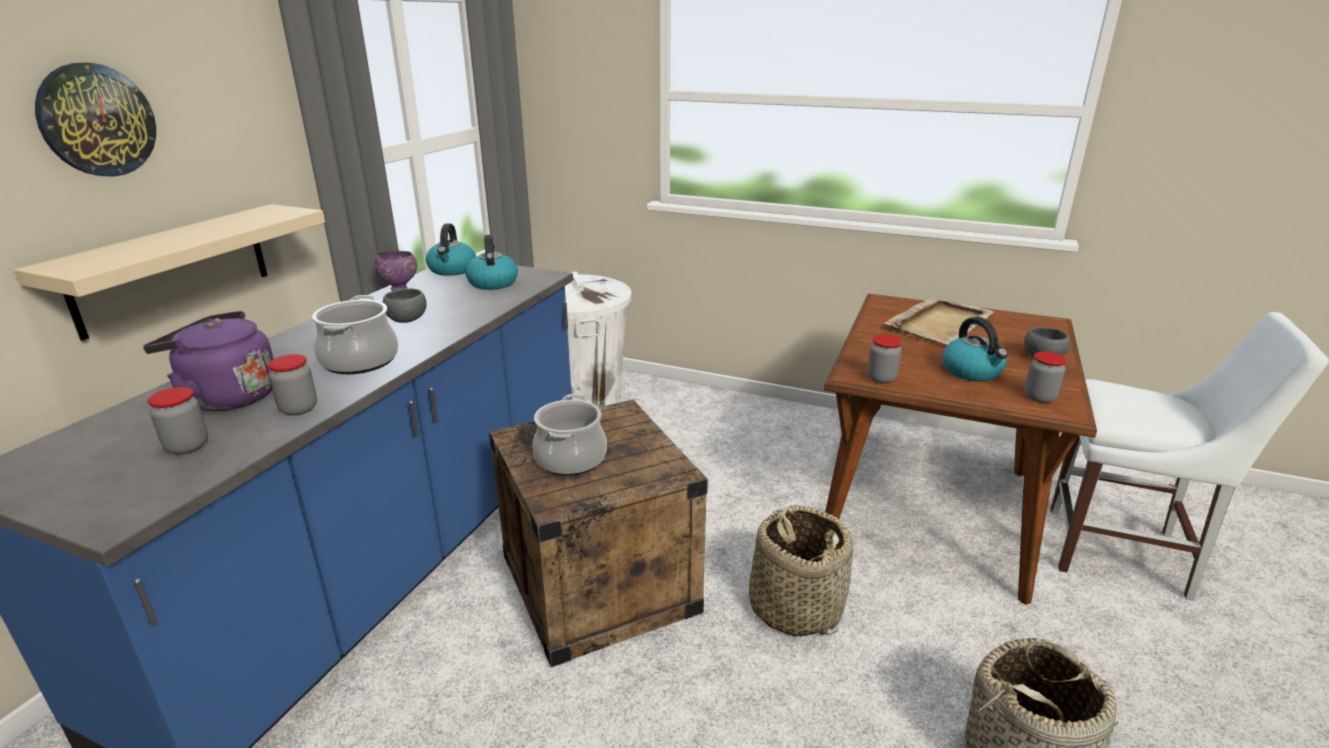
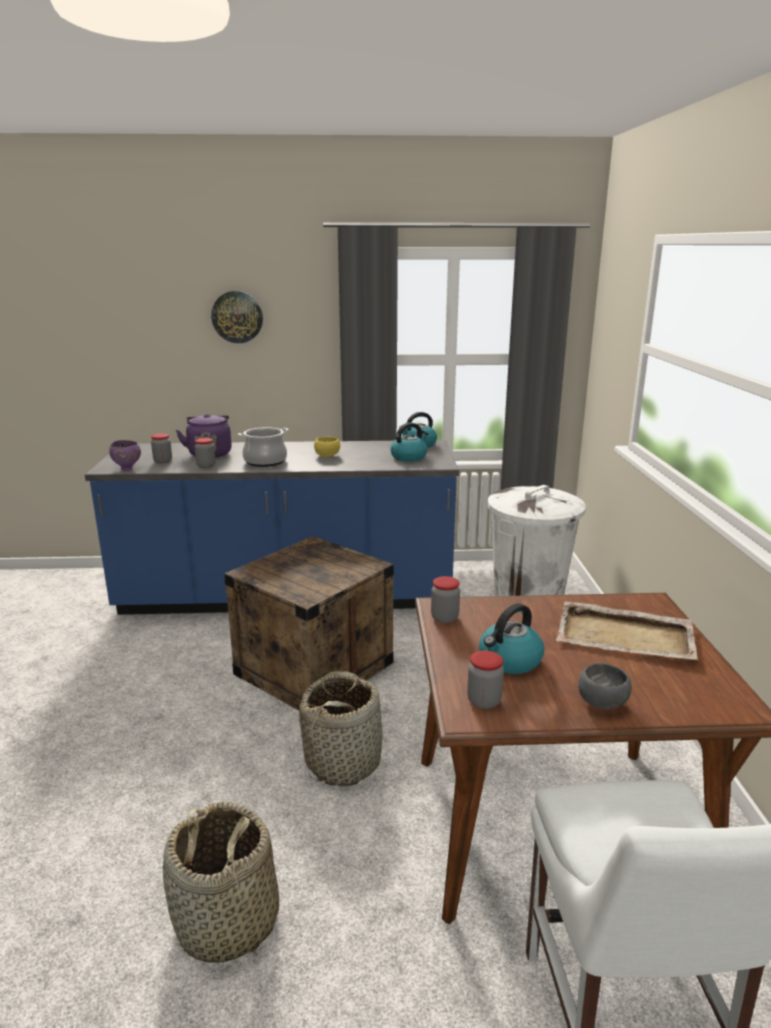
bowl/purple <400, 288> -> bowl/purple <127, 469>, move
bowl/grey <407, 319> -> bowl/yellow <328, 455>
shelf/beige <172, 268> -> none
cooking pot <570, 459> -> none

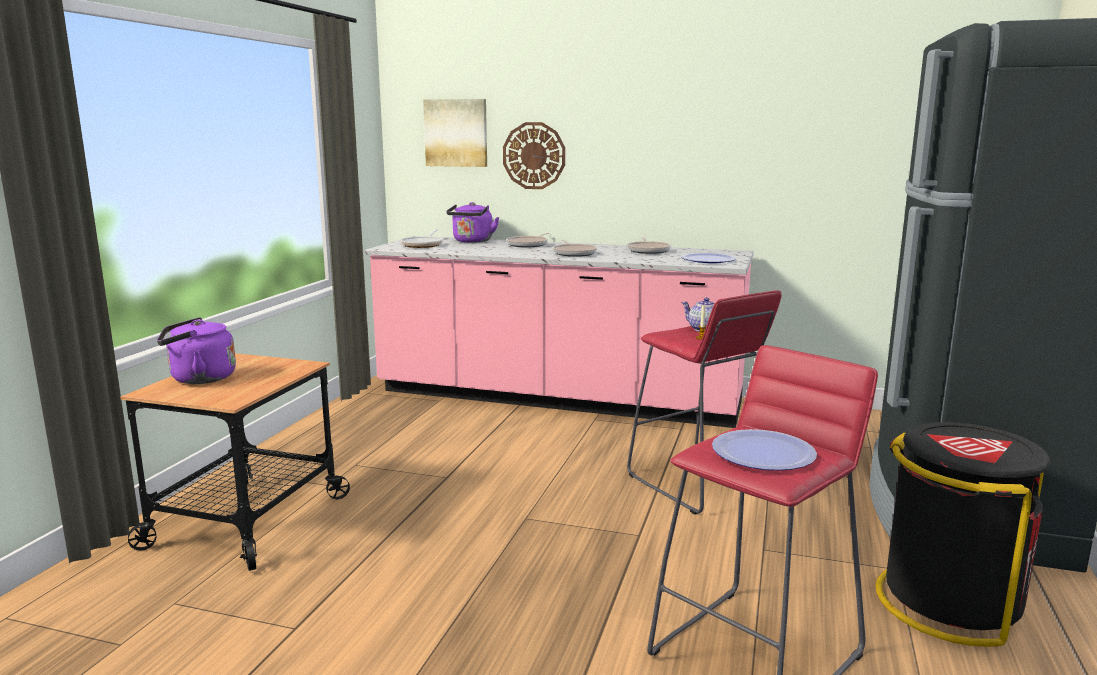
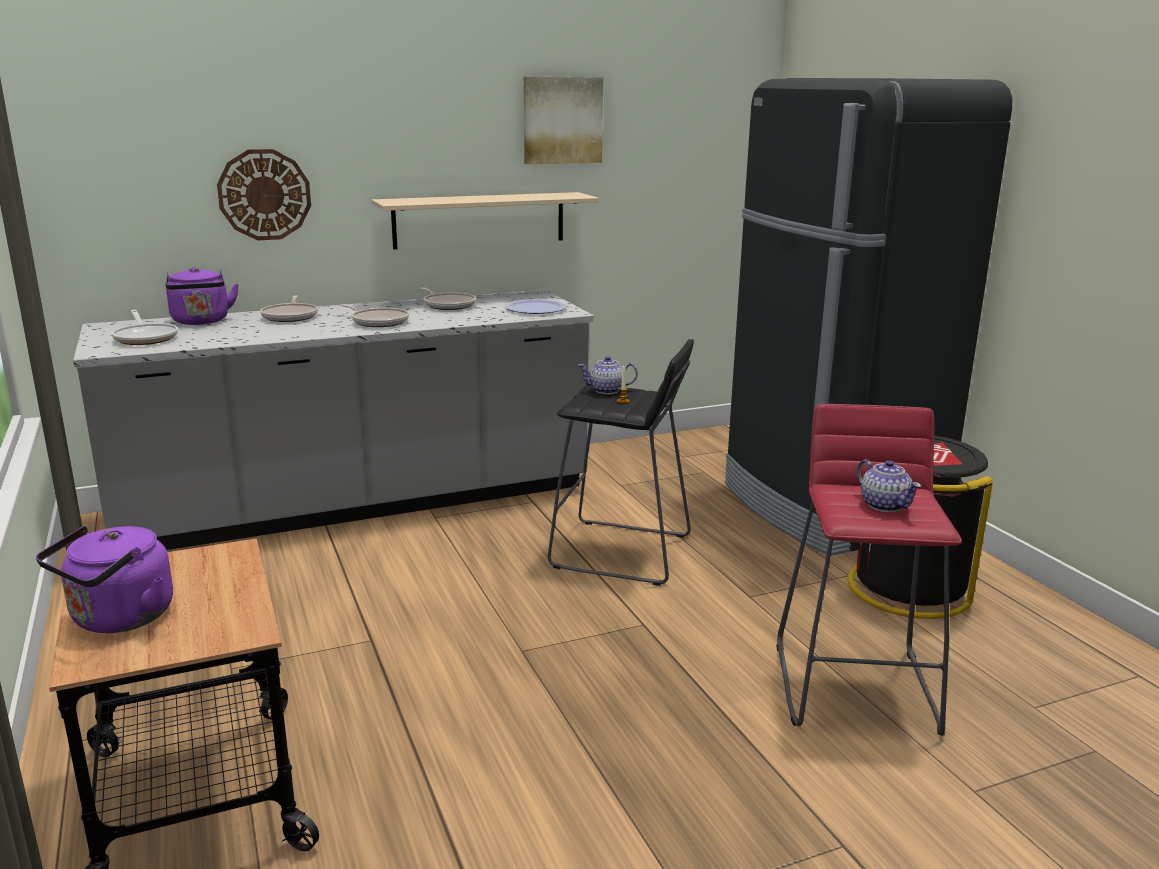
counter/pink <557, 398> -> counter/grey <359, 504>
none -> shelf/beige <479, 220>
picture <456, 133> -> picture <562, 120>, move
stool/red <699, 482> -> stool/black <622, 552>
plate <763, 453> -> teapot <884, 505>

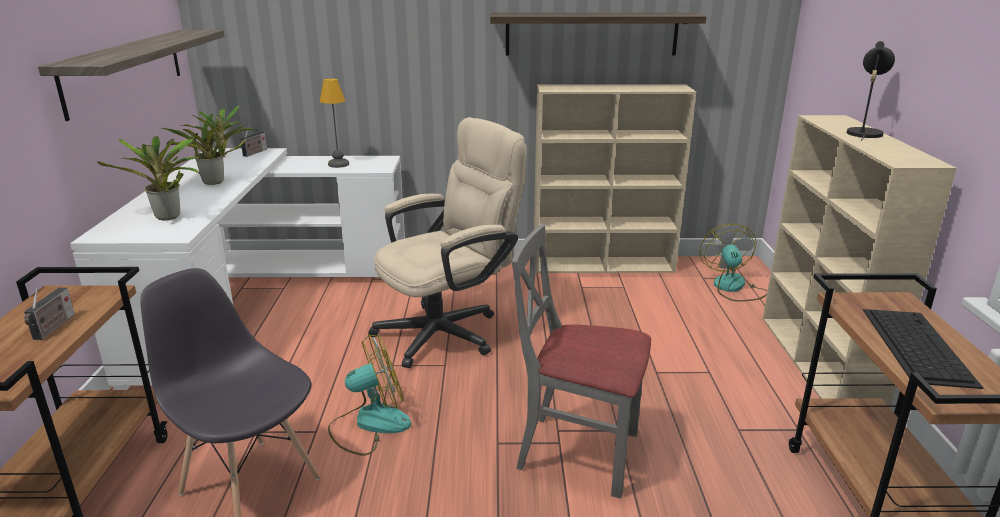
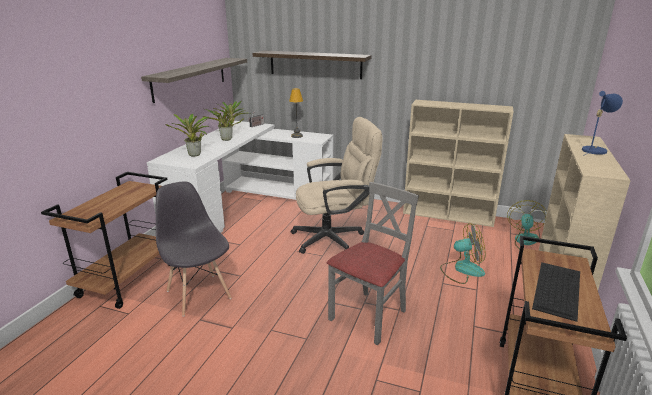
shelf <591, 34> -> shelf <315, 64>, move
chair/grey <578, 452> -> chair/grey <369, 316>, 90 degrees clockwise
fan <369, 424> -> fan <462, 270>, move
table lamp/black <863, 132> -> table lamp/blue <594, 150>
radio <53, 328> -> none

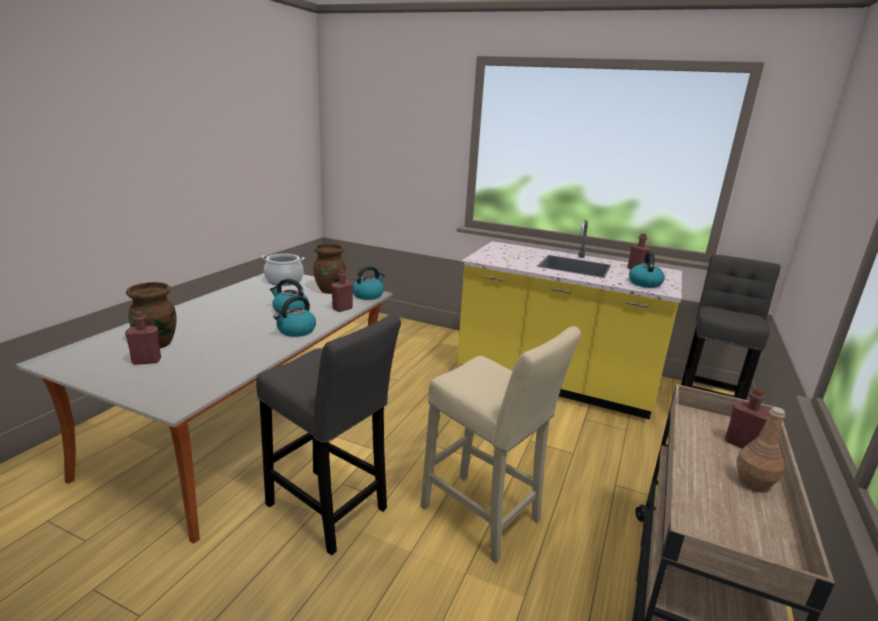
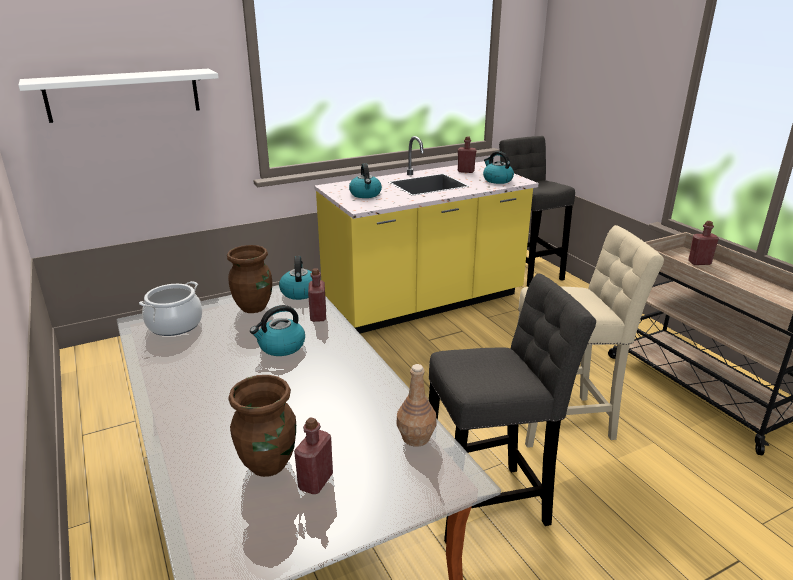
none -> shelf/white <123, 95>
kettle <296, 331> -> kettle <365, 194>, move
bottle/brown <754, 482> -> bottle/brown <416, 437>, move

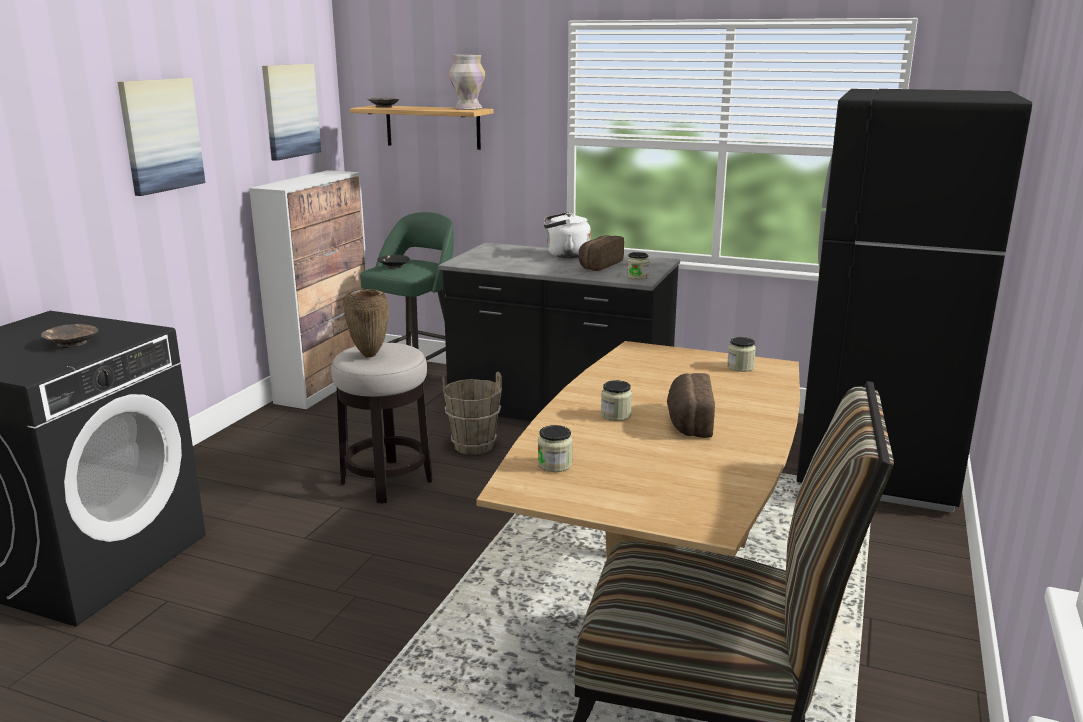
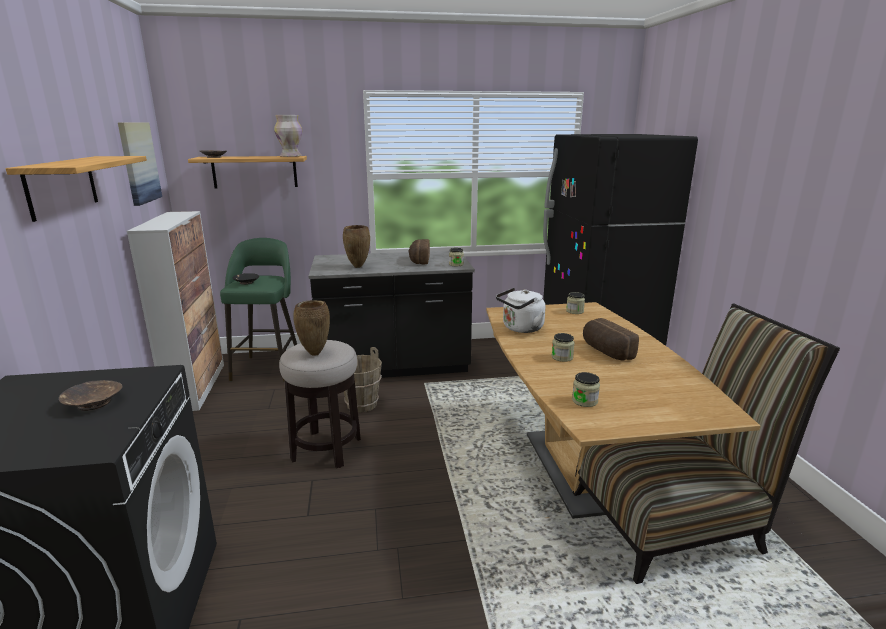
picture <161, 135> -> shelf <62, 186>
none -> vase/brown <357, 267>
kettle/white <565, 255> -> kettle/white <521, 328>, move

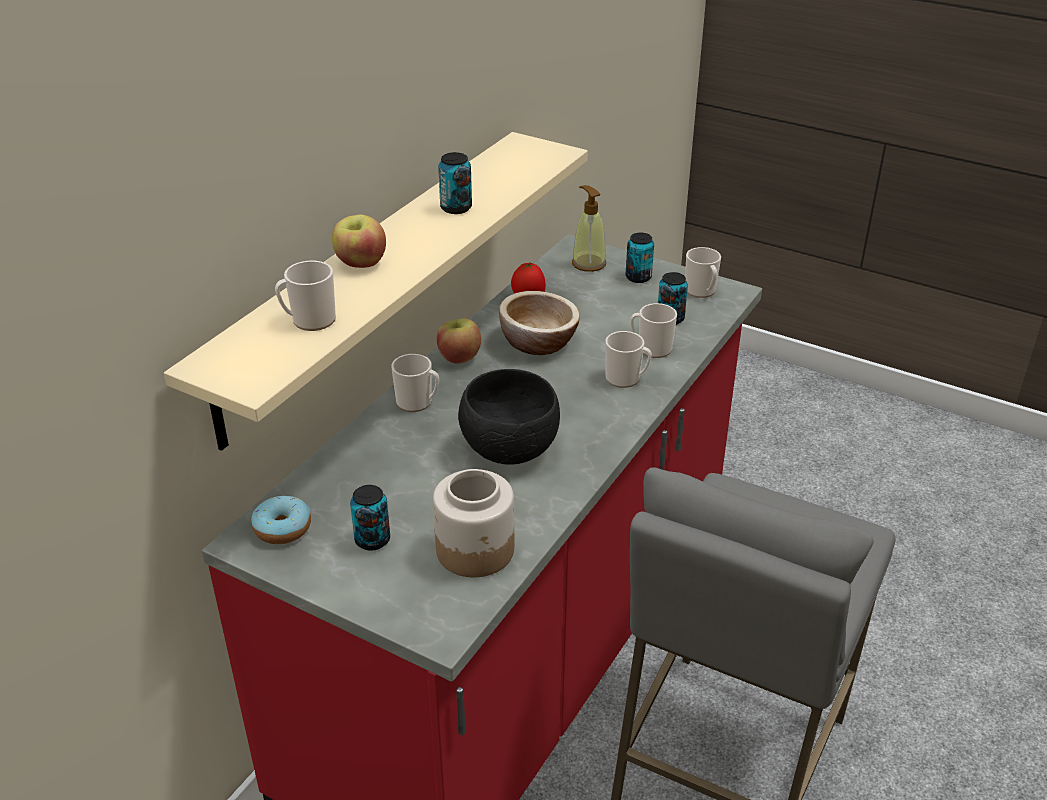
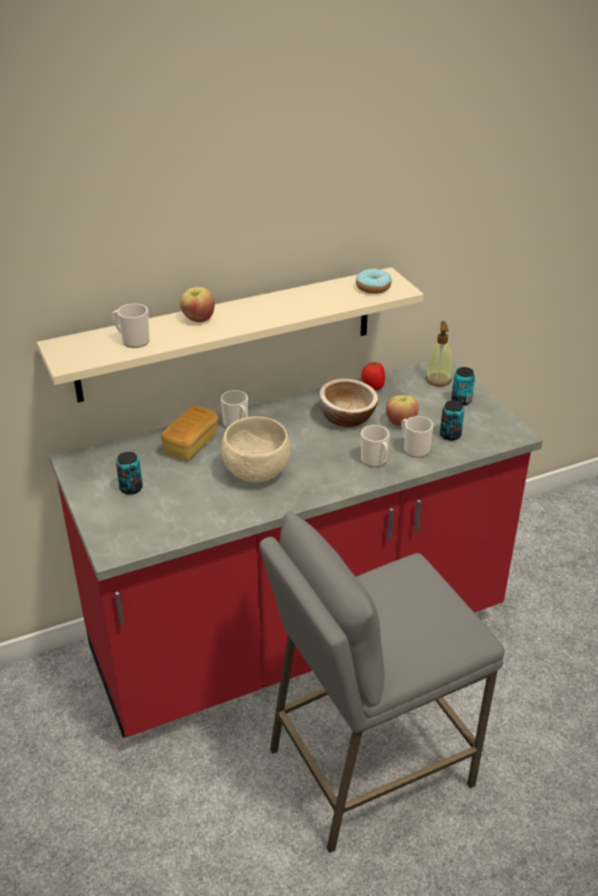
none -> bread <191, 445>
bowl/black <508, 451> -> bowl/beige <255, 473>
donut <282, 528> -> donut <373, 287>, move
apple <459, 357> -> apple <401, 422>, move
jar <476, 550> -> none
can <456, 208> -> none
mug <702, 292> -> none

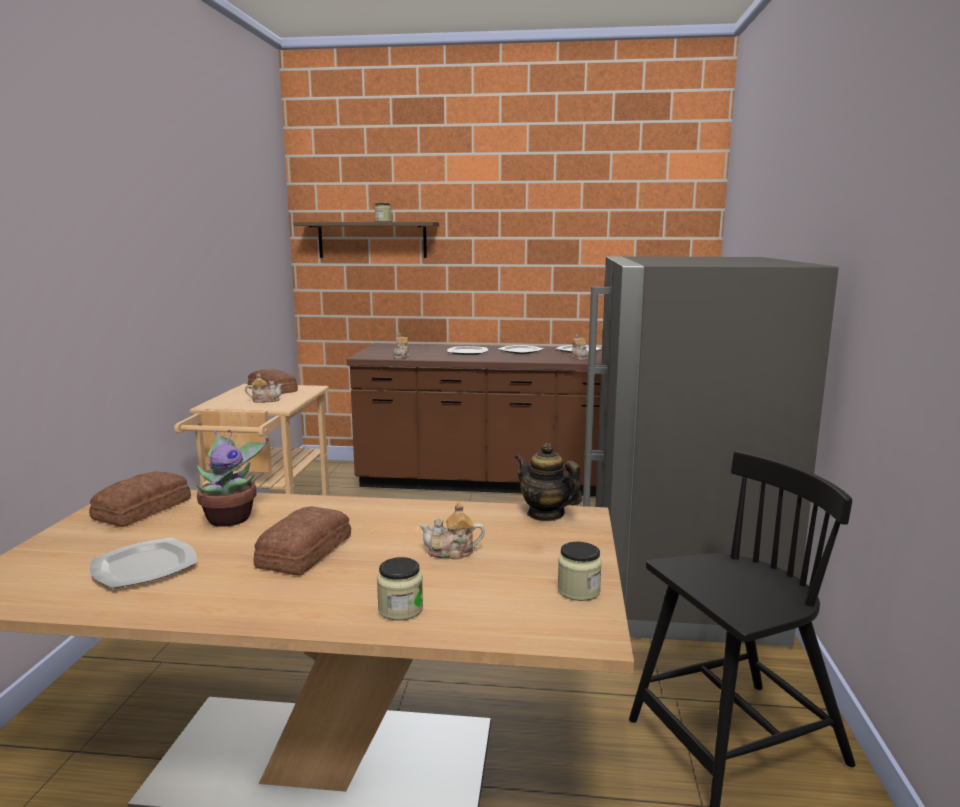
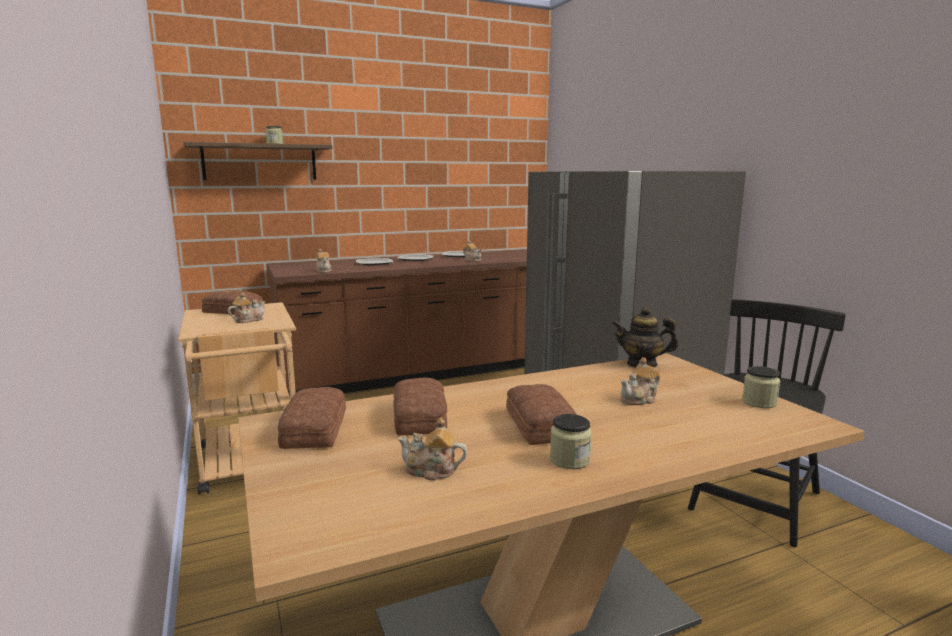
potted plant <231, 518> -> bread <421, 416>
plate <144, 567> -> teapot <431, 471>
jar <400, 609> -> jar <569, 460>, move

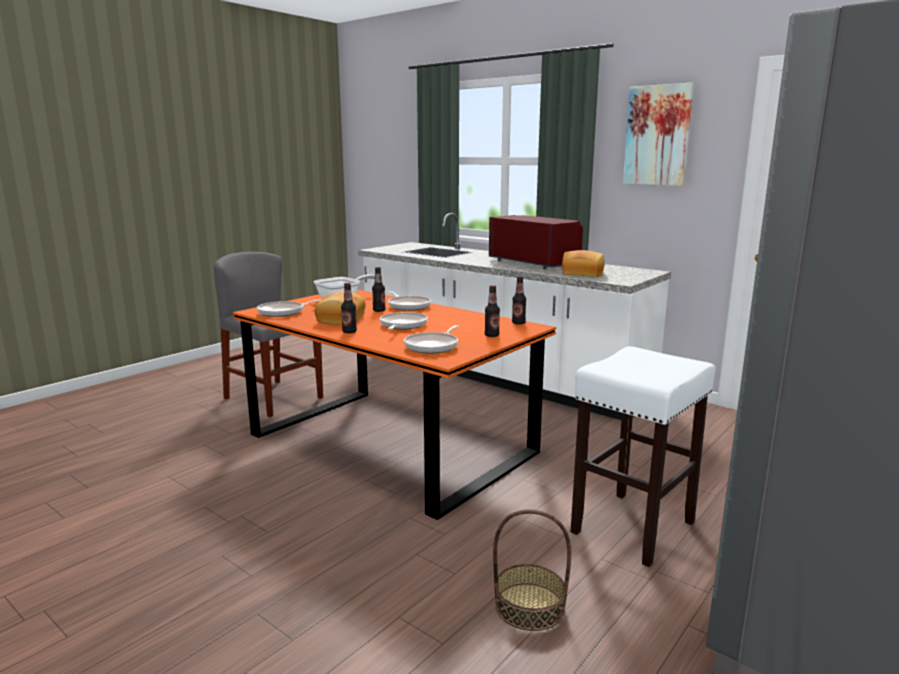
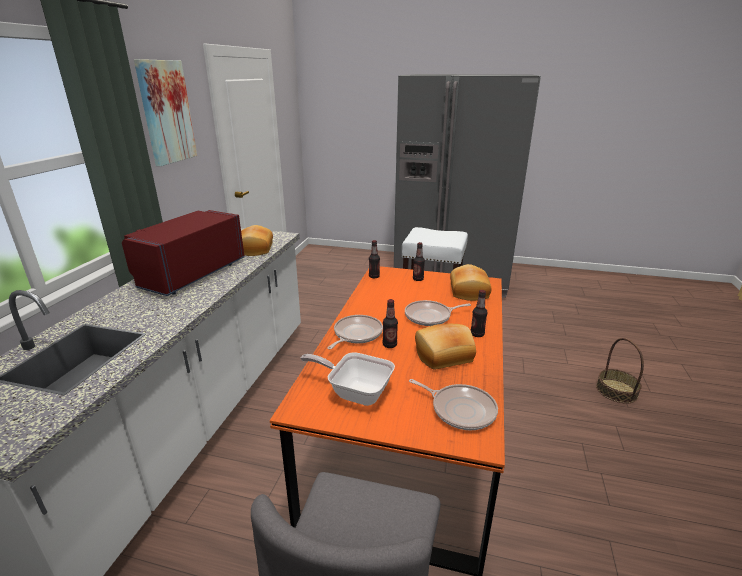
frying pan <433, 346> -> bread <467, 291>
basket <529, 606> -> basket <616, 391>, move

